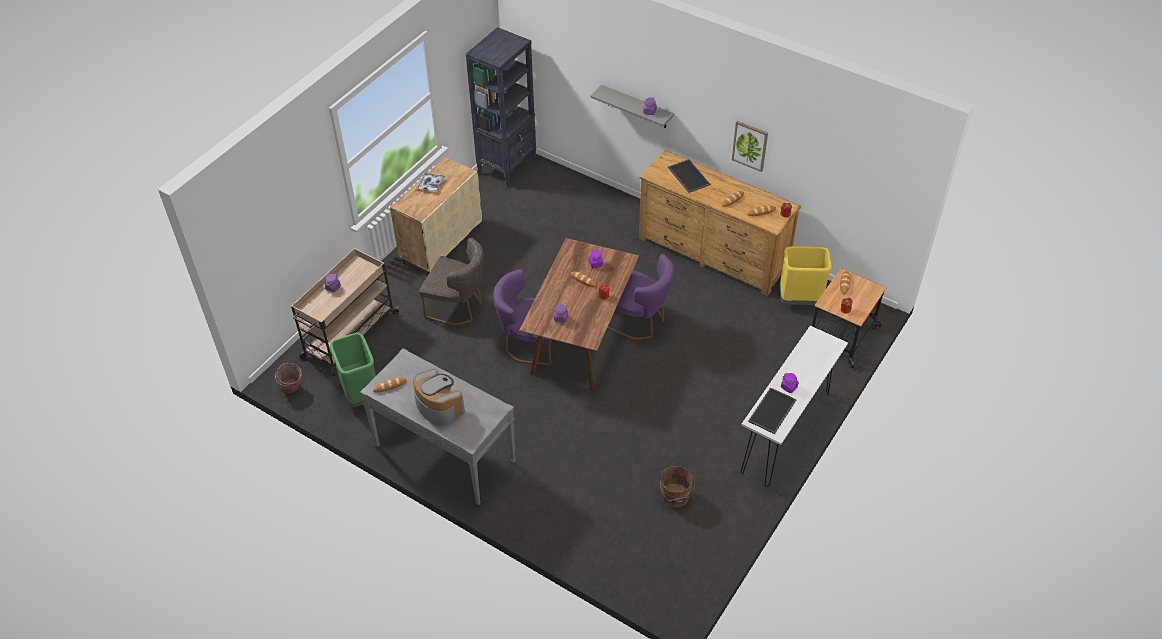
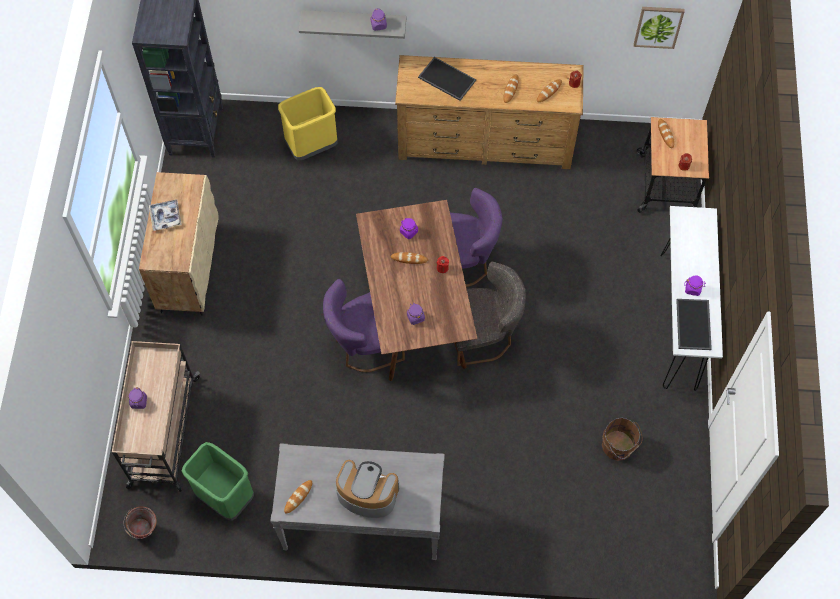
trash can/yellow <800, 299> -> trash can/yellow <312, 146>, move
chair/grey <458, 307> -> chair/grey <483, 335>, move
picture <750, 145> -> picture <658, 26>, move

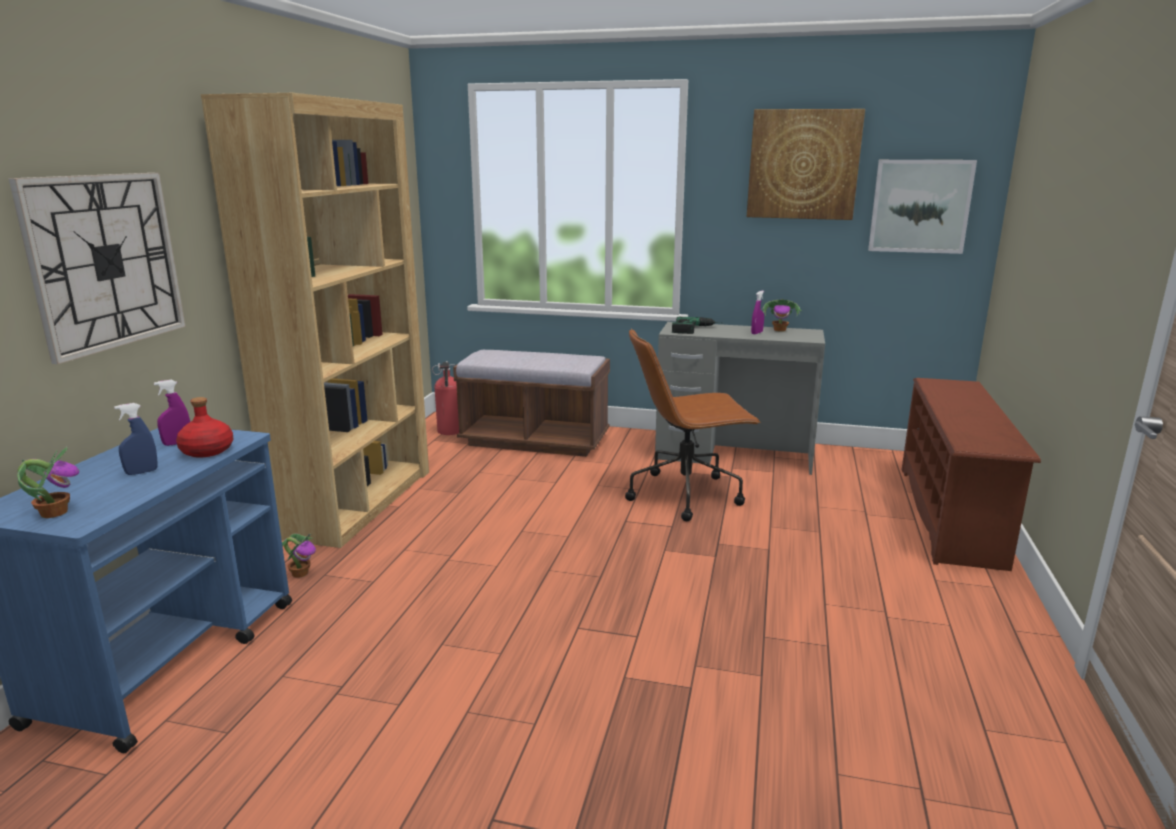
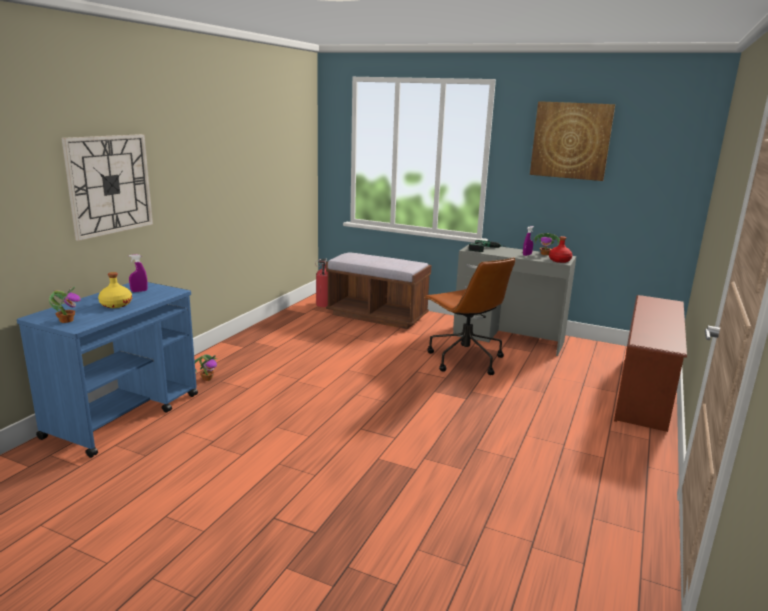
spray bottle/blue <142, 472> -> bottle/yellow <116, 304>
office chair/brown <686, 494> -> office chair/brown <464, 359>, 120 degrees counterclockwise
bottle/red <207, 451> -> bottle/red <559, 260>, move
bookcase/brown <356, 502> -> none
picture <920, 206> -> none

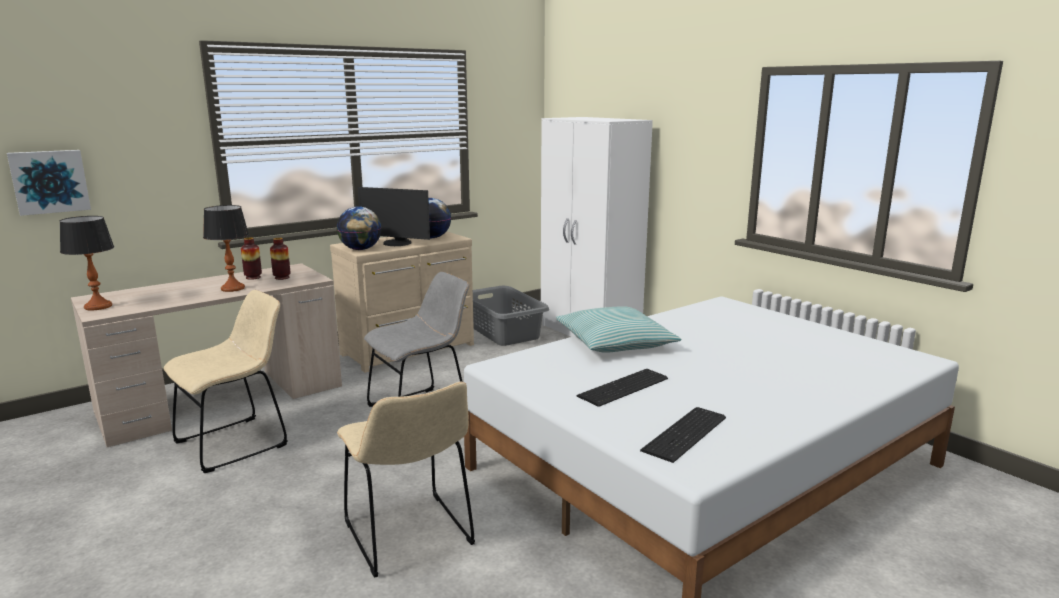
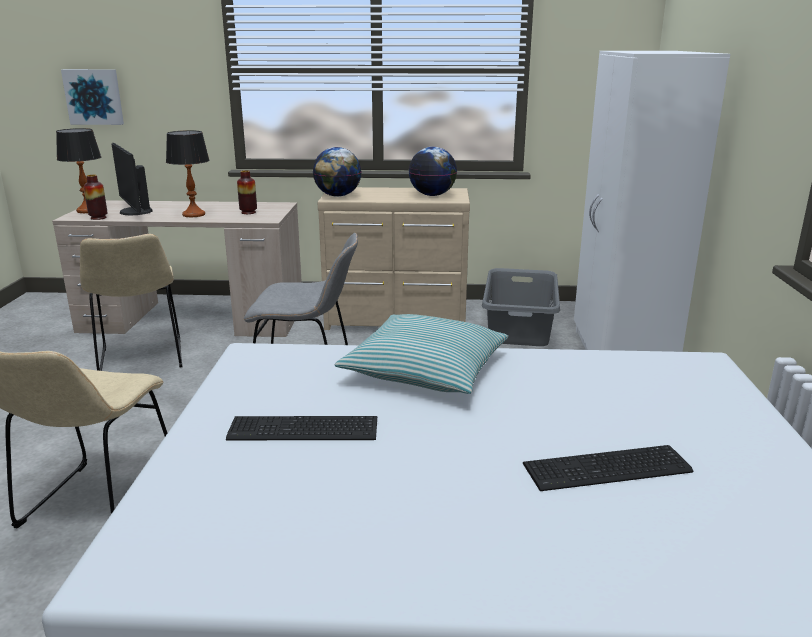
chair/beige <237, 442> -> chair/beige <141, 360>, 75 degrees clockwise
vase <253, 277> -> vase <98, 218>, move
monitor <396, 243> -> monitor <134, 212>, move
keyboard <687, 434> -> keyboard <610, 469>, move

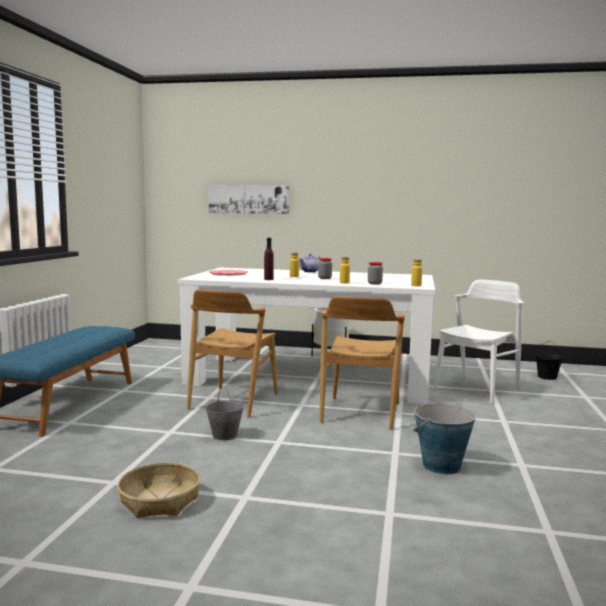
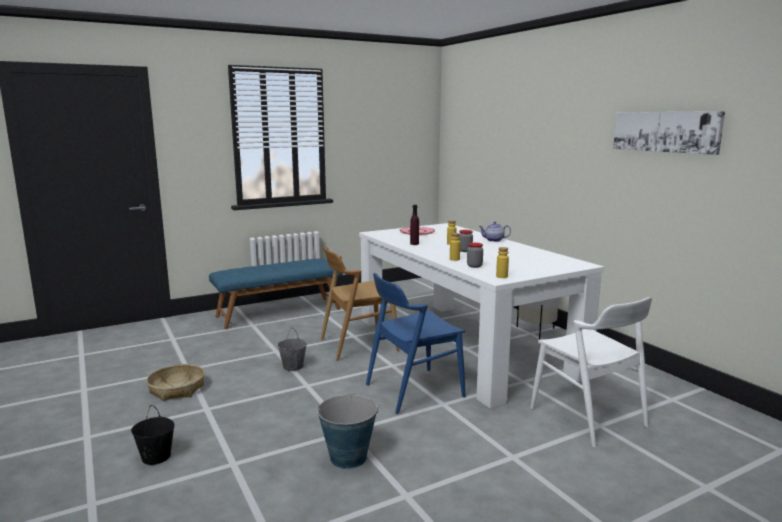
bucket/black <547, 377> -> bucket/black <155, 457>, move
chair/brown <360, 413> -> chair/blue <413, 390>
chair/white <477, 389> -> chair/white <587, 417>, 60 degrees clockwise
picture <249, 199> -> picture <665, 131>, move

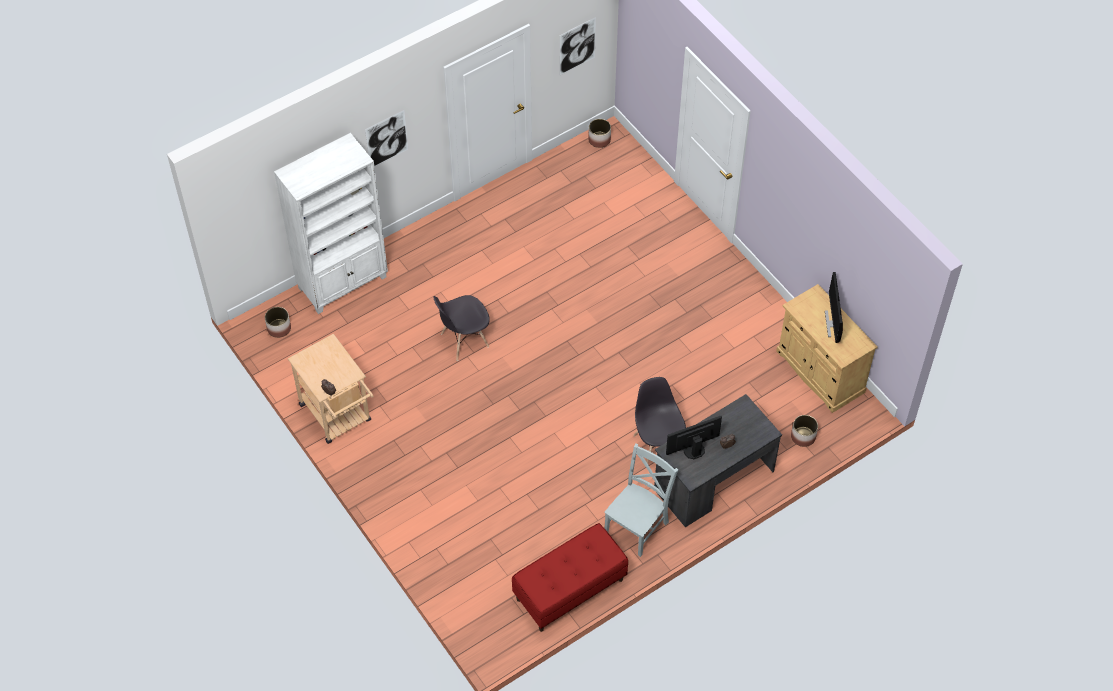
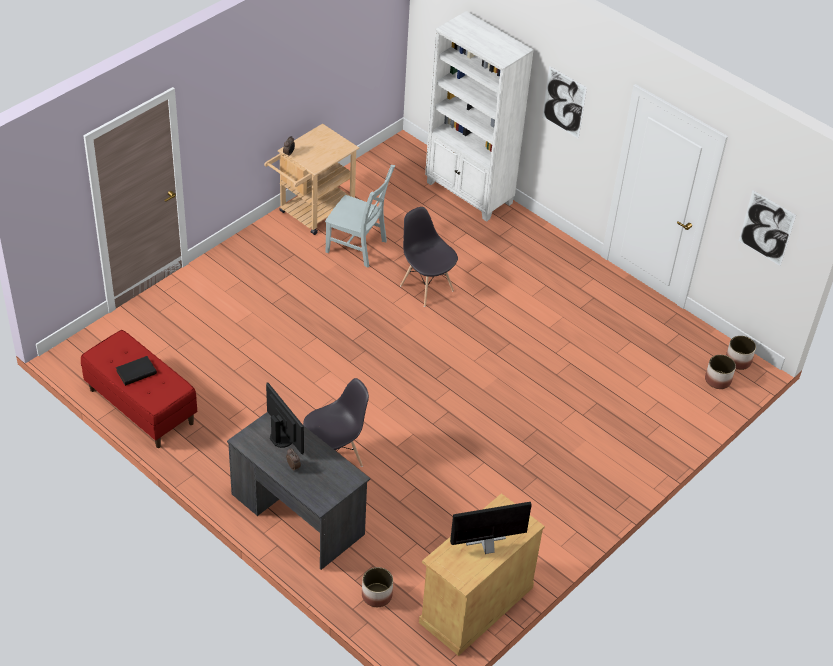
none -> book/black <136, 371>
chair/grey <638, 525> -> chair/grey <358, 247>, move
planter <279, 328> -> planter <718, 380>, move

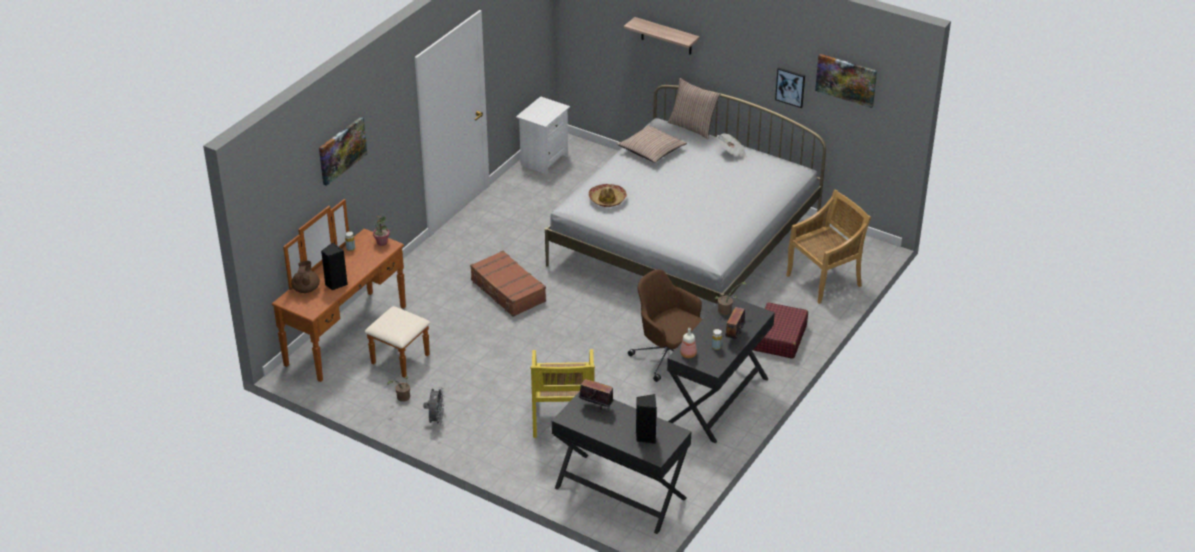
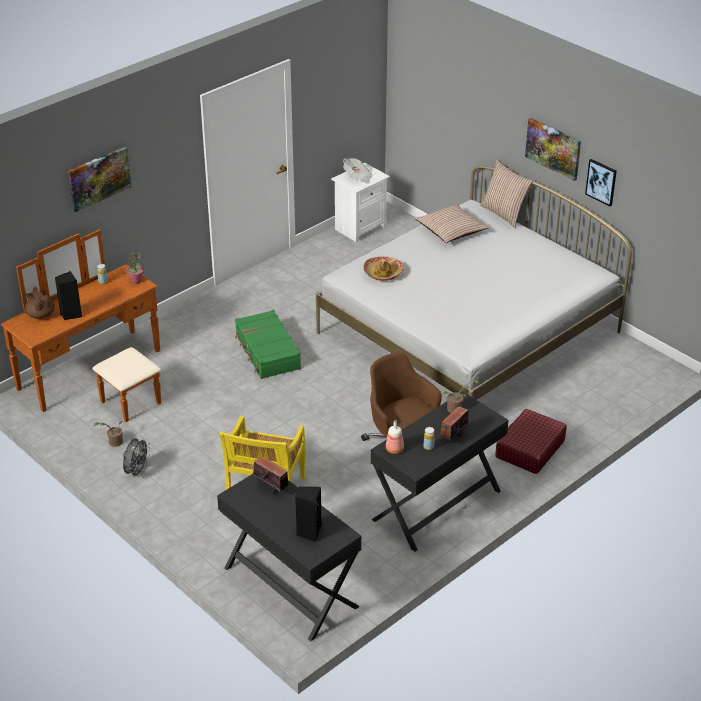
teapot/brown <306, 289> -> teapot/brown <40, 314>, 60 degrees counterclockwise
suitcase/brown <507, 291> -> suitcase/green <267, 352>
newspaper <732, 152> -> newspaper <357, 178>, move
picture <846, 79> -> picture <553, 148>, move
shelf <666, 36> -> none
chair/beige <824, 280> -> none

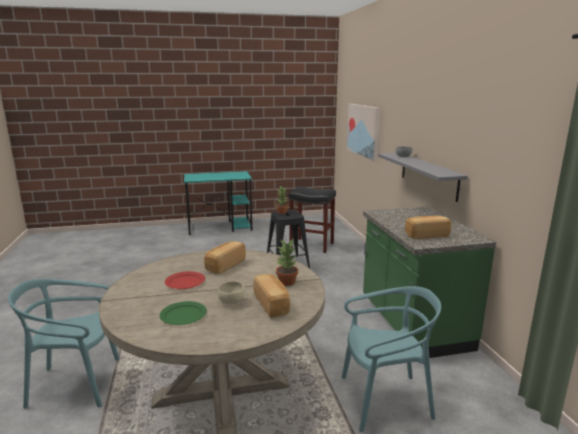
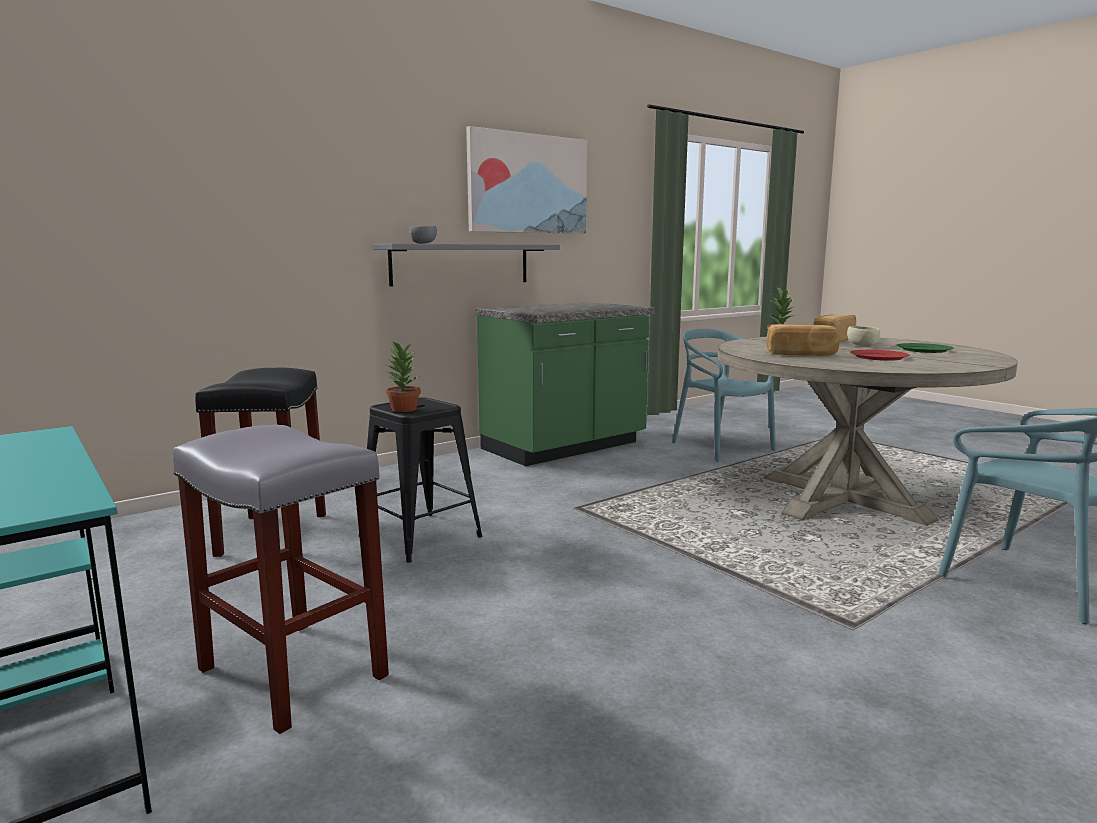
none -> stool/grey <295, 673>
picture <363, 130> -> picture <528, 184>, move
bread <426, 235> -> none

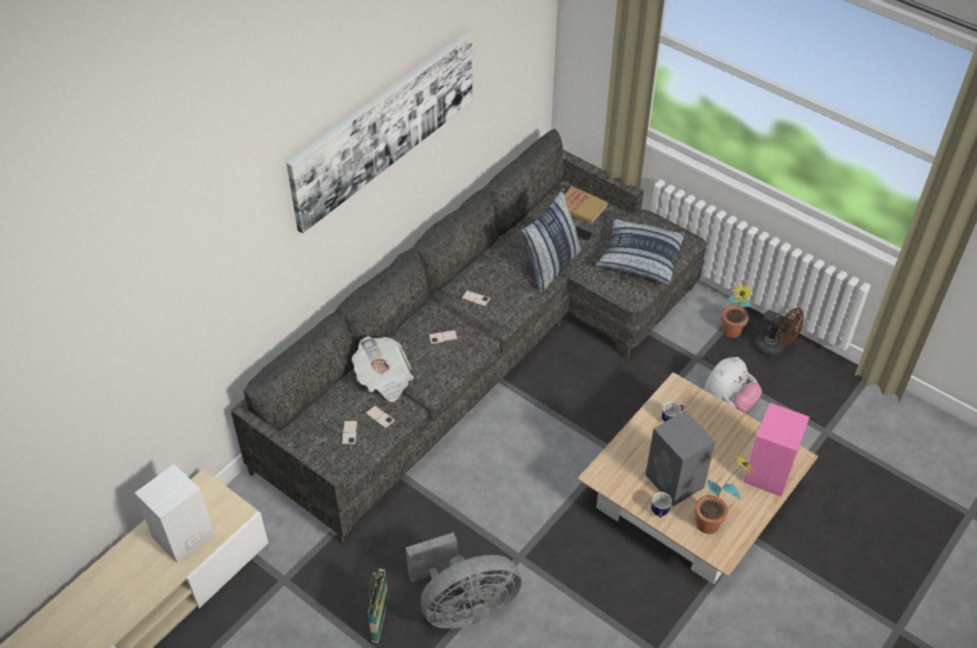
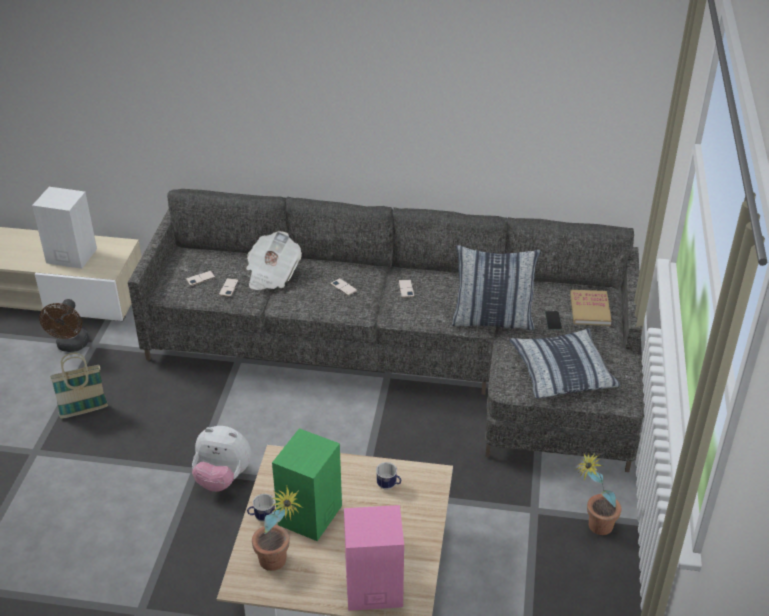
fan/brown <774, 348> -> fan/brown <71, 346>, move
plush toy <728, 401> -> plush toy <223, 478>, move
speaker/grey <675, 482> -> speaker/green <309, 516>
picture <384, 128> -> none
fan/grey <463, 606> -> none

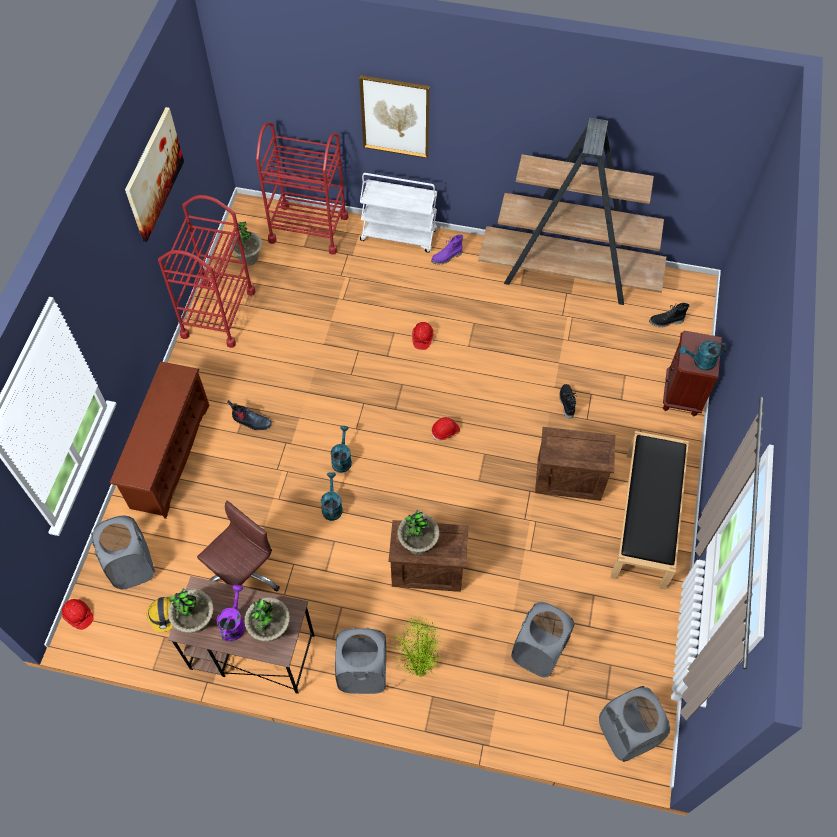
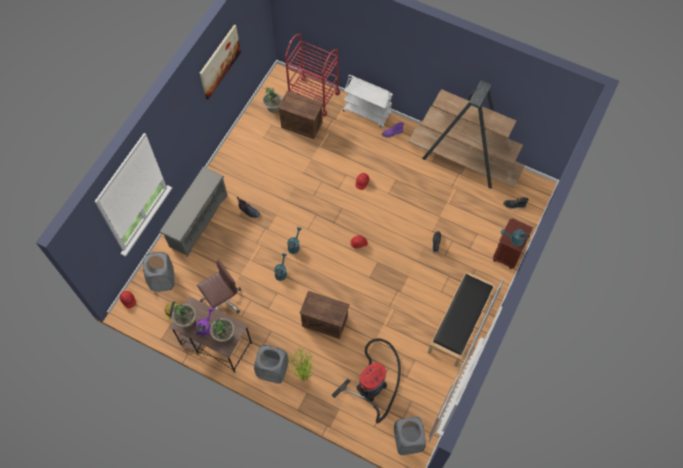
shoe rack/brown <169, 455> -> shoe rack/grey <197, 220>
crate <568, 479> -> crate <301, 125>, move
laundry basket/grey <538, 651> -> vacuum cleaner <373, 383>
cart/red <218, 313> -> none
picture <395, 116> -> none
potted plant <418, 543> -> none

